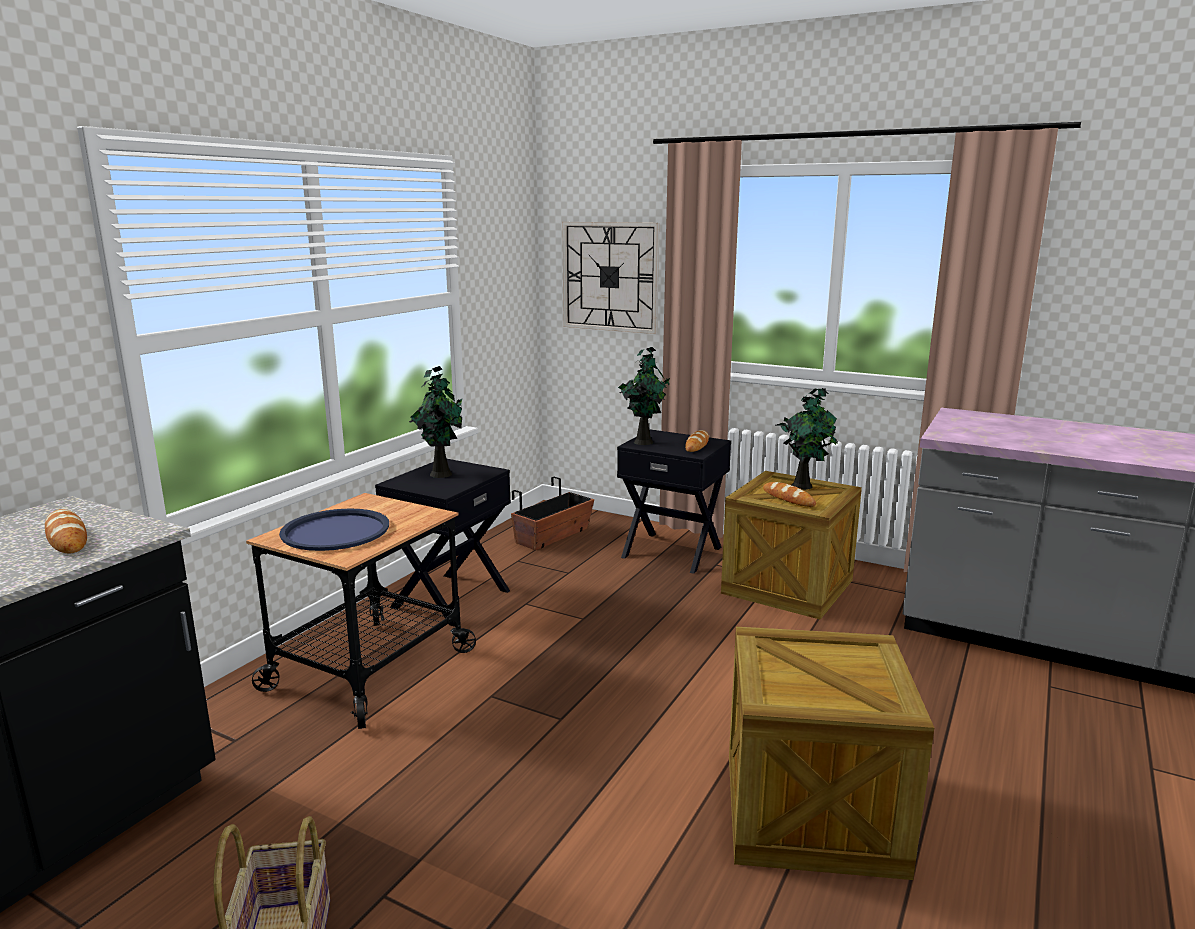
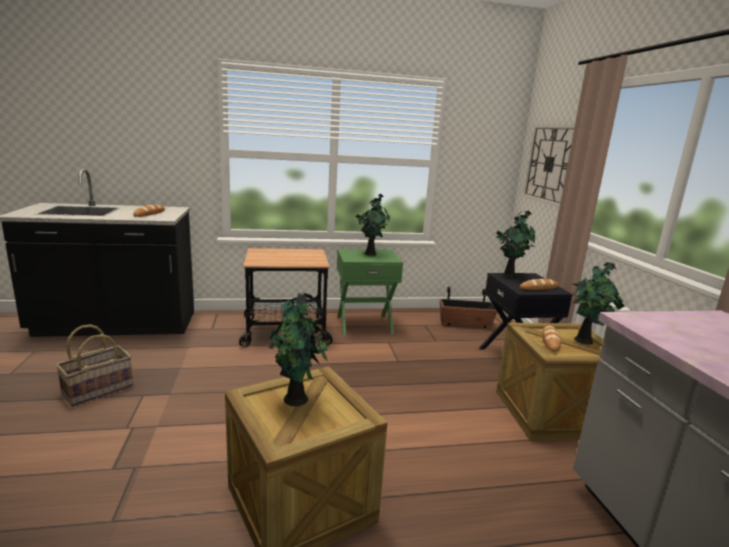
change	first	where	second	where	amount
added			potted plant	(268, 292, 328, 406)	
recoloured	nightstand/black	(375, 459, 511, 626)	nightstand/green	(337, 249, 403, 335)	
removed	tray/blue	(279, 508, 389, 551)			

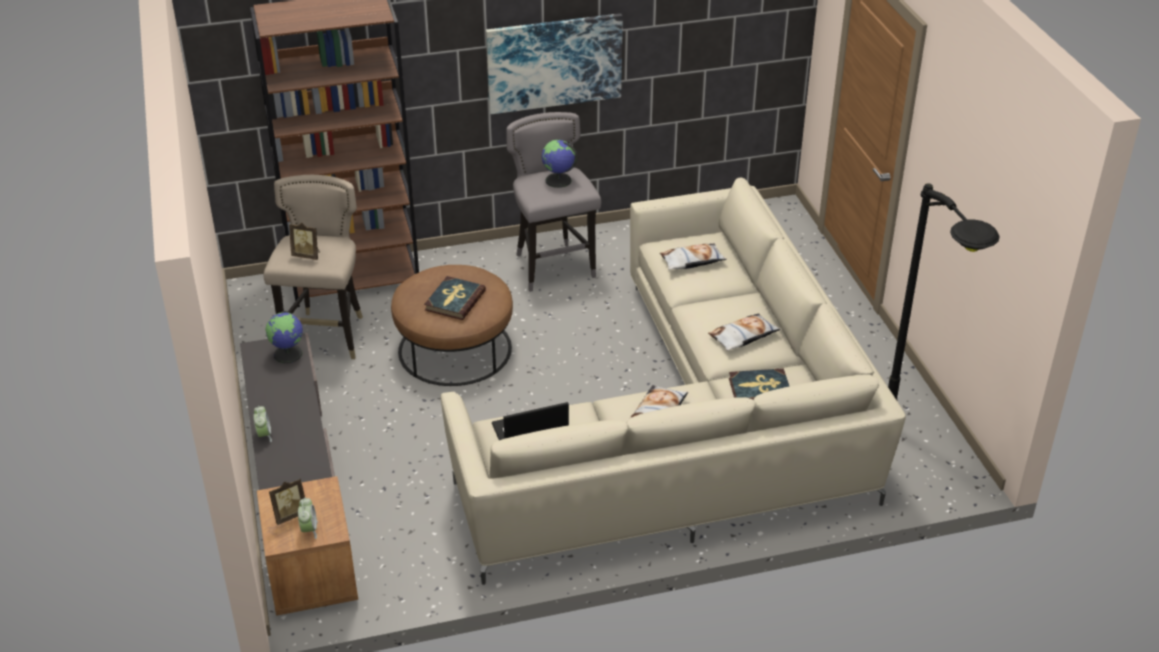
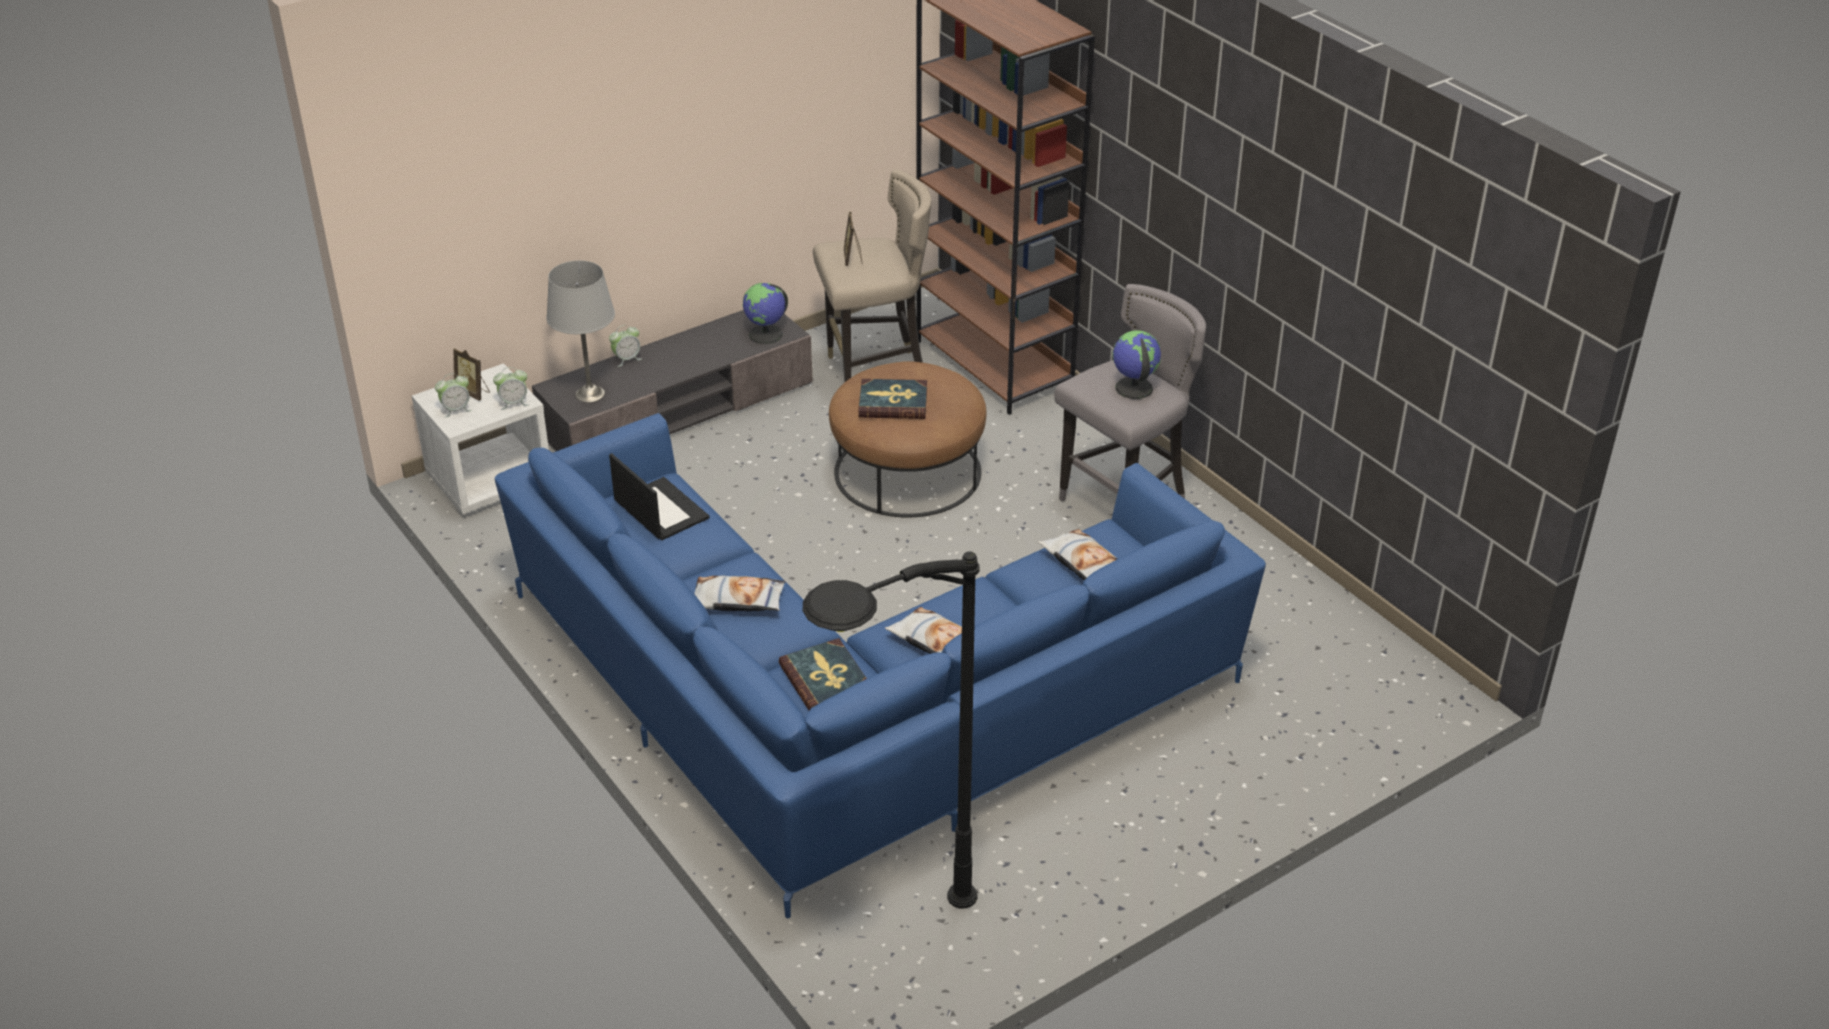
change	first	where	second	where	amount
recoloured	nightstand/brown	(257, 476, 358, 616)	nightstand/white	(412, 363, 549, 515)	
added			alarm clock	(493, 367, 529, 410)	
recoloured	sofa/beige	(441, 177, 906, 585)	sofa/blue	(495, 413, 1266, 918)	
added			table lamp/grey	(546, 260, 615, 403)	
removed	picture	(486, 13, 623, 114)			

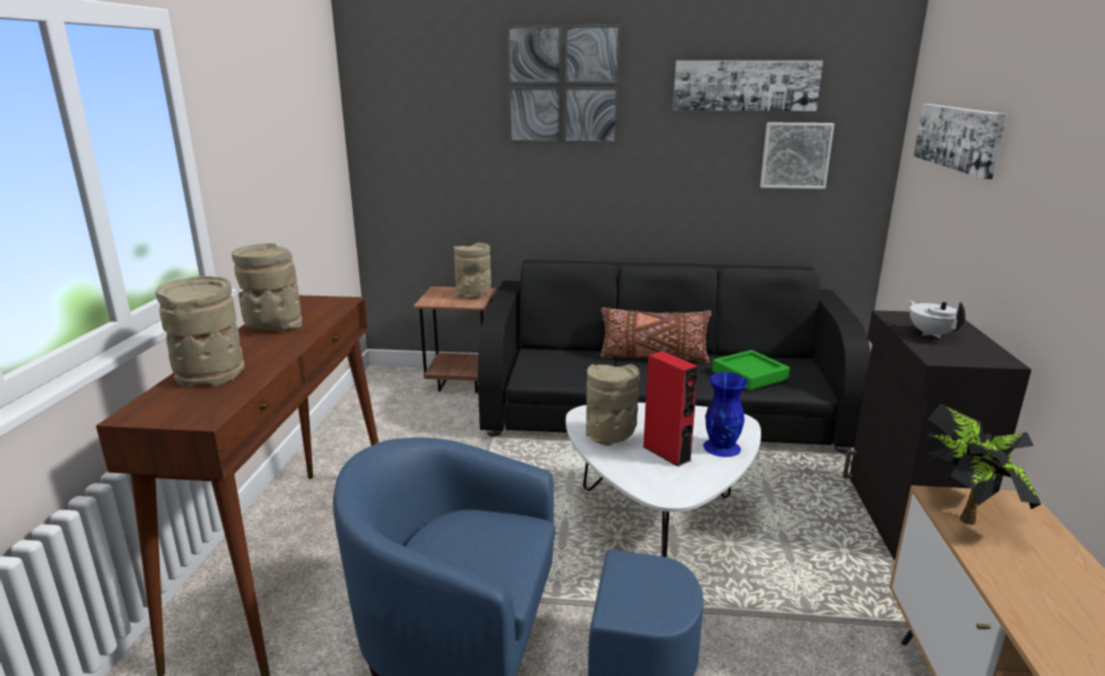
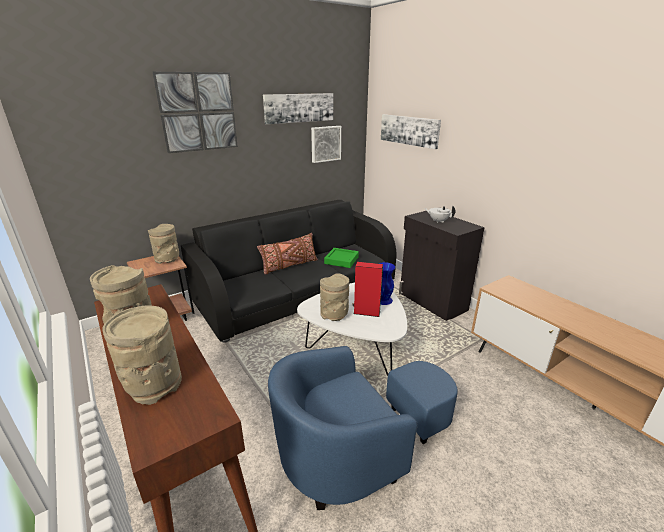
change	first	where	second	where	amount
removed	potted plant	(925, 404, 1041, 525)			

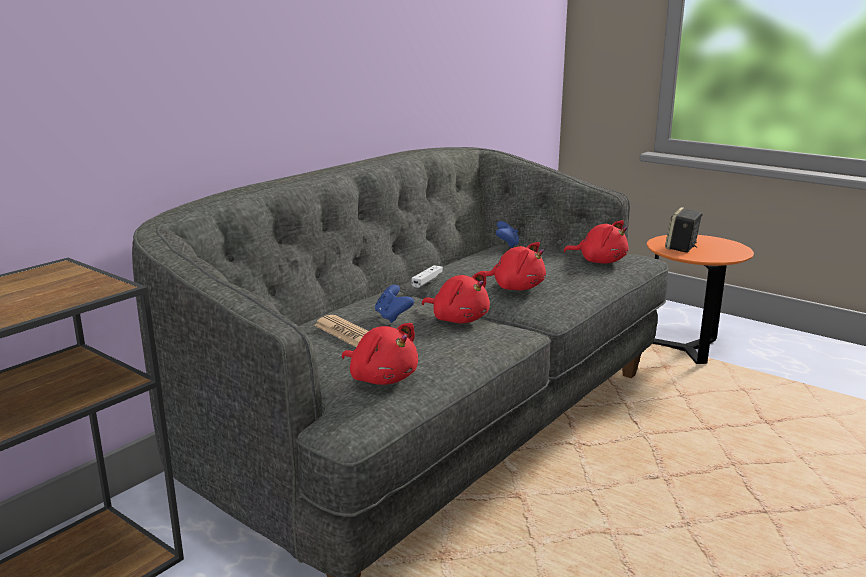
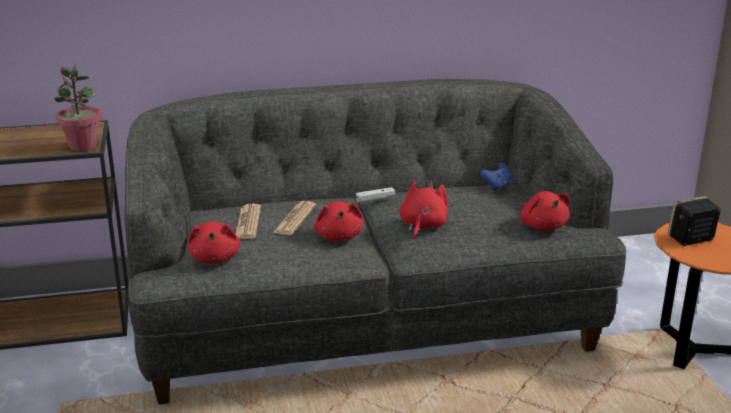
change	first	where	second	where	amount
added			potted plant	(54, 63, 102, 151)	
replaced	game controller/blue	(375, 285, 414, 323)	newspaper	(273, 201, 316, 235)	
turned	plush toy/red	(478, 242, 546, 291)		(399, 181, 448, 239)	135 degrees counterclockwise

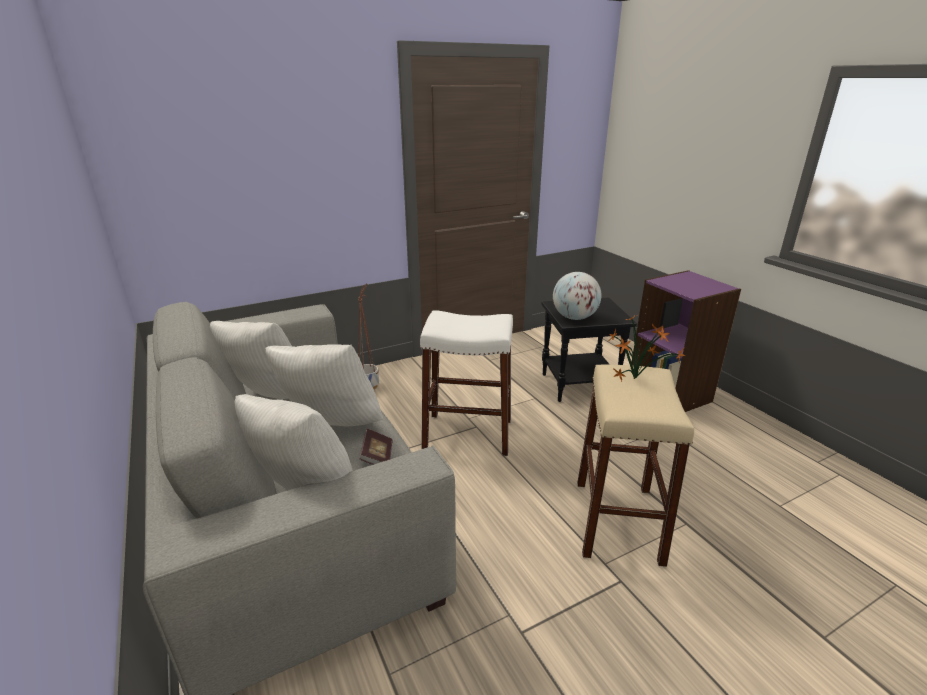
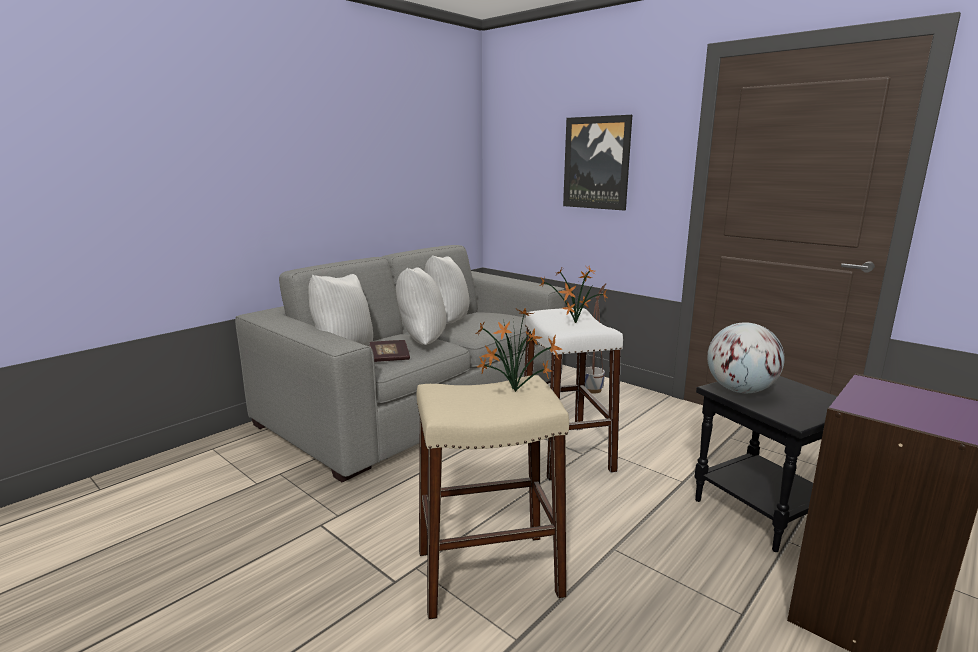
change	first	where	second	where	amount
added			potted plant	(540, 266, 607, 324)	
added			picture	(563, 115, 632, 211)	

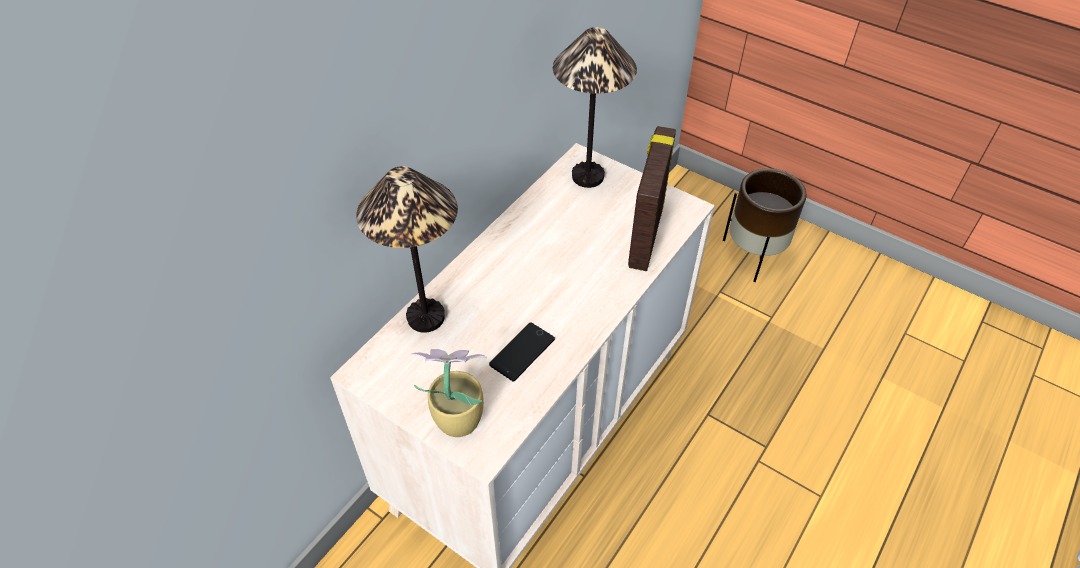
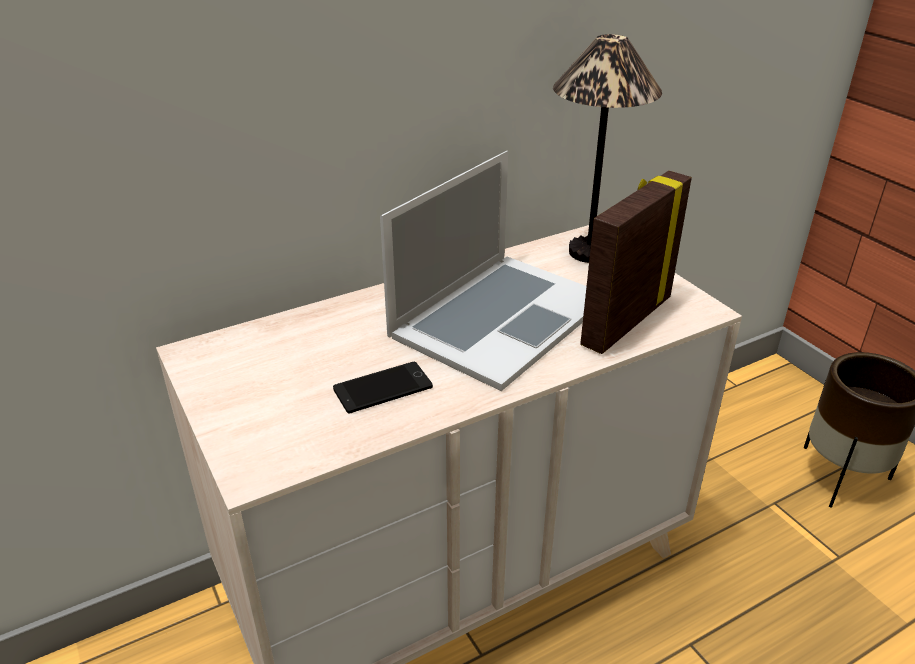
change	first	where	second	where	amount
added			laptop	(380, 151, 587, 391)	
removed	table lamp	(356, 166, 458, 333)			
removed	potted plant	(410, 349, 486, 437)			

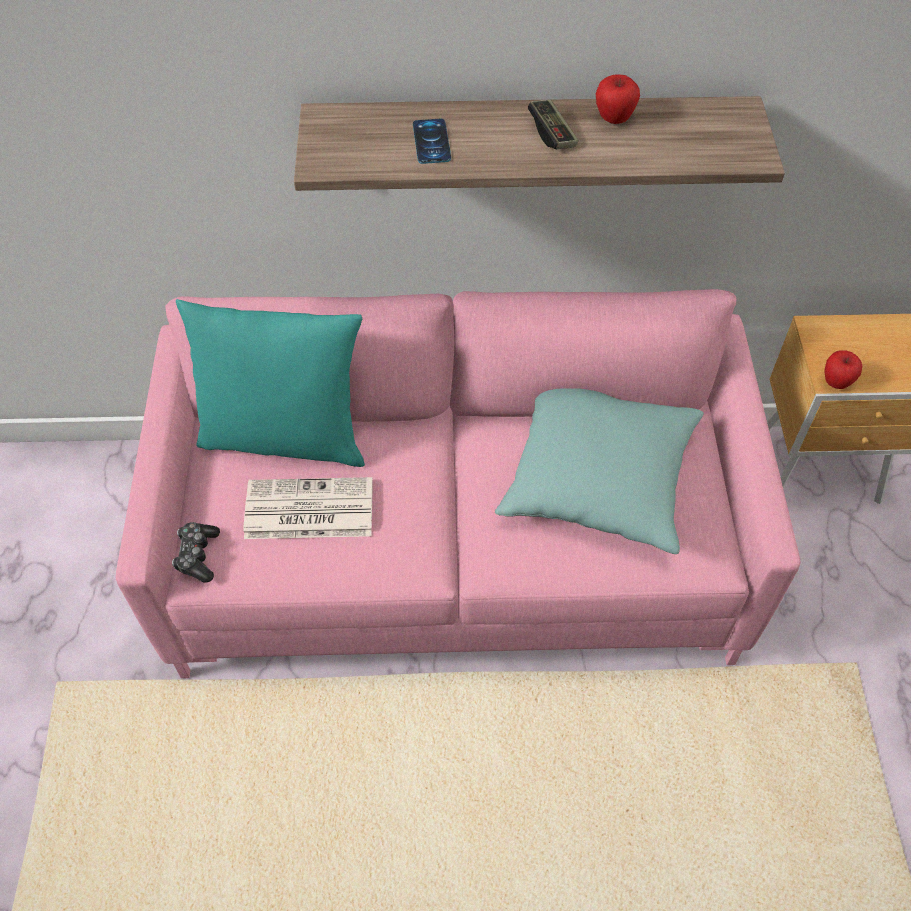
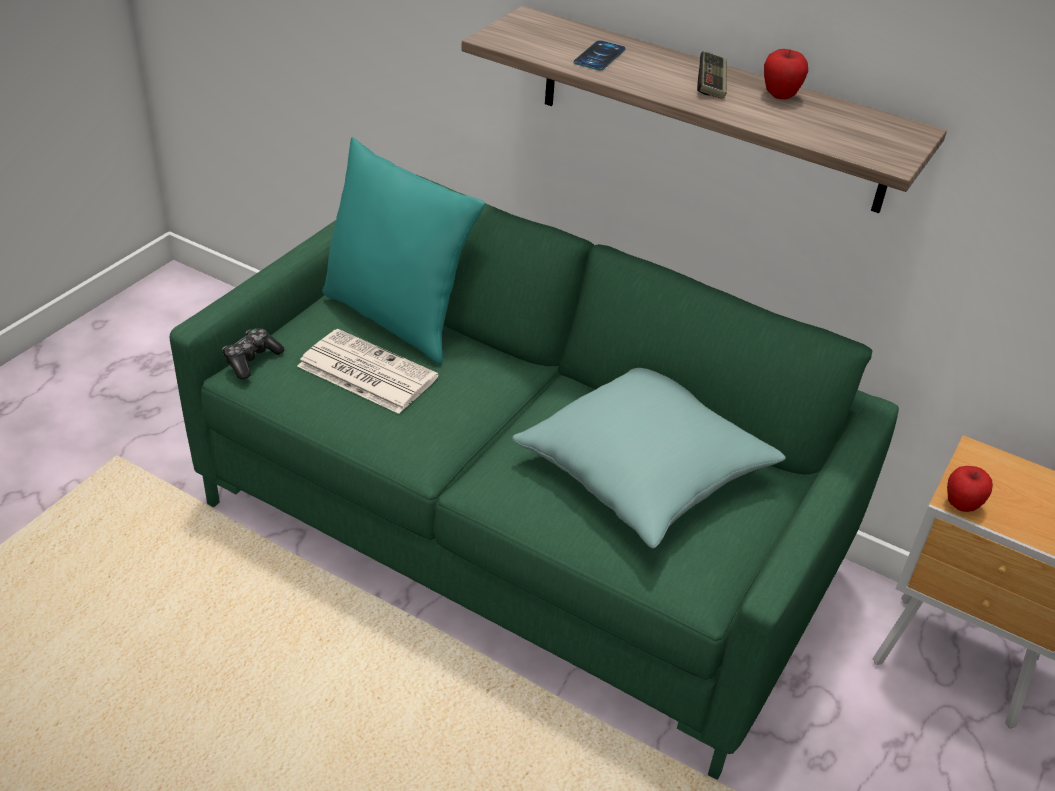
change	first	where	second	where	amount
recoloured	sofa/pink	(116, 289, 800, 678)	sofa/green	(170, 175, 899, 780)	

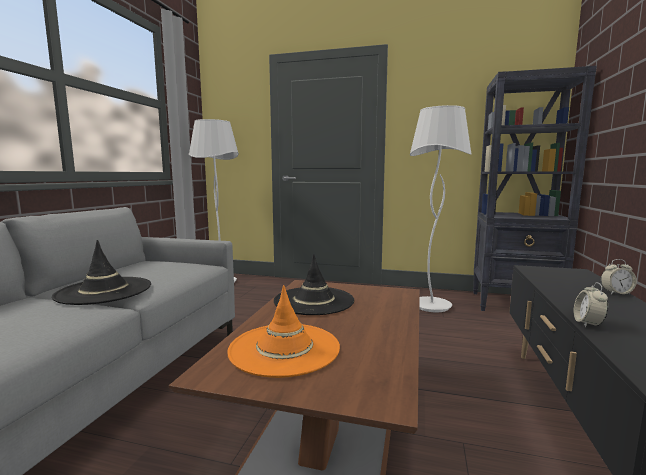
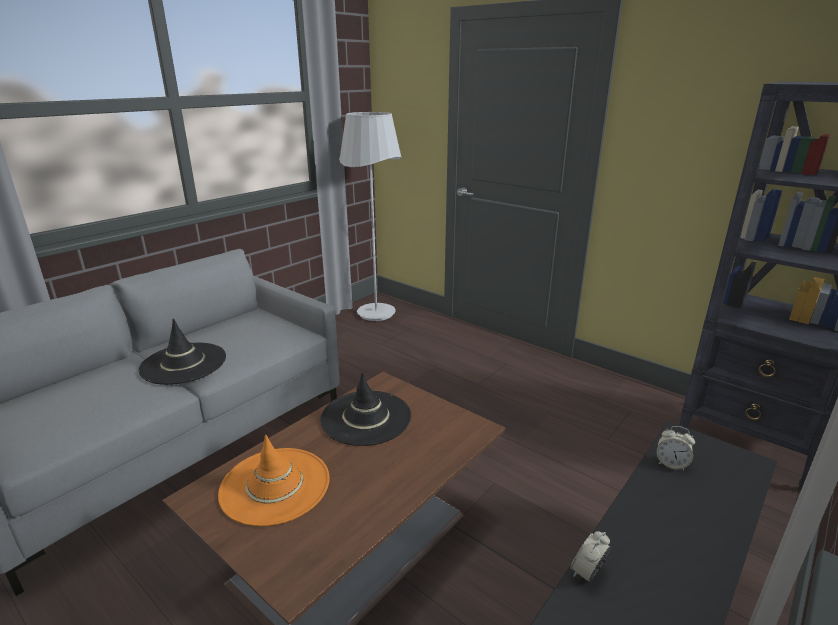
change	first	where	second	where	amount
moved	alarm clock	(601, 259, 637, 294)		(657, 426, 695, 471)	
removed	floor lamp/white	(410, 105, 472, 312)			

